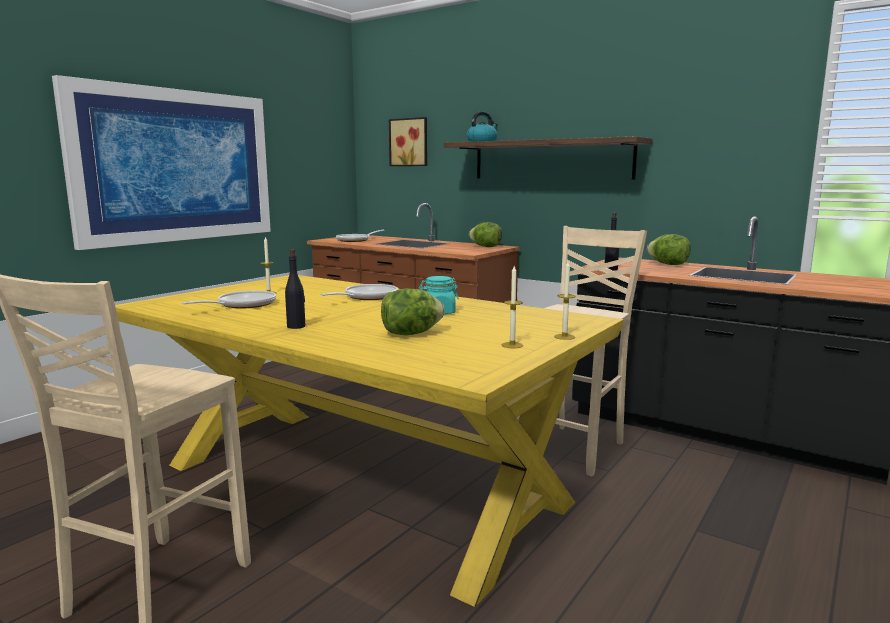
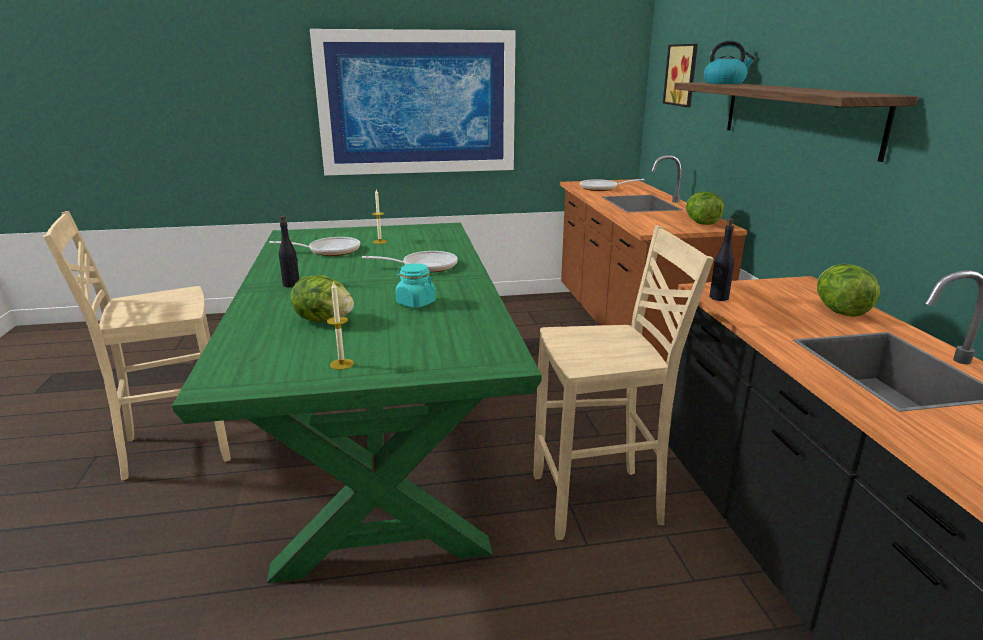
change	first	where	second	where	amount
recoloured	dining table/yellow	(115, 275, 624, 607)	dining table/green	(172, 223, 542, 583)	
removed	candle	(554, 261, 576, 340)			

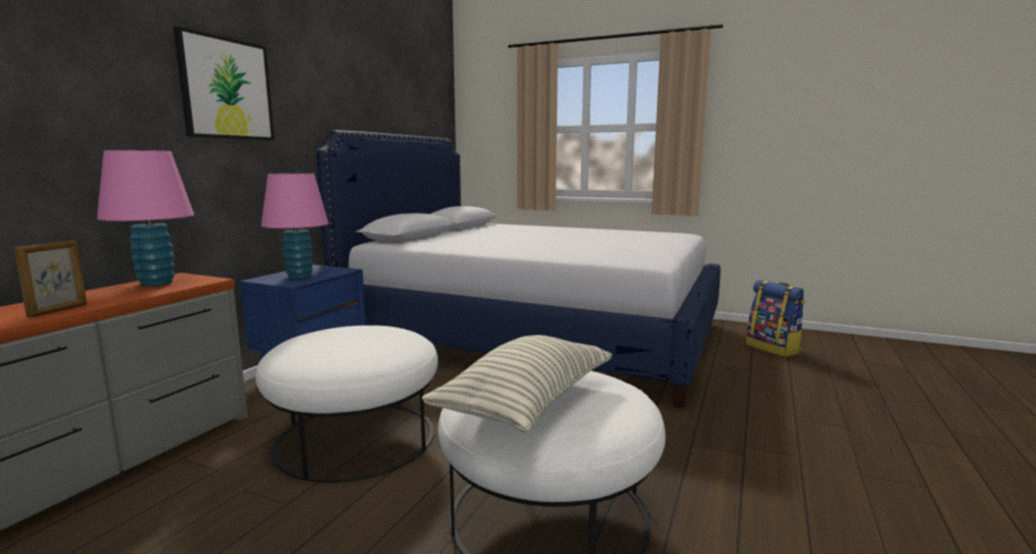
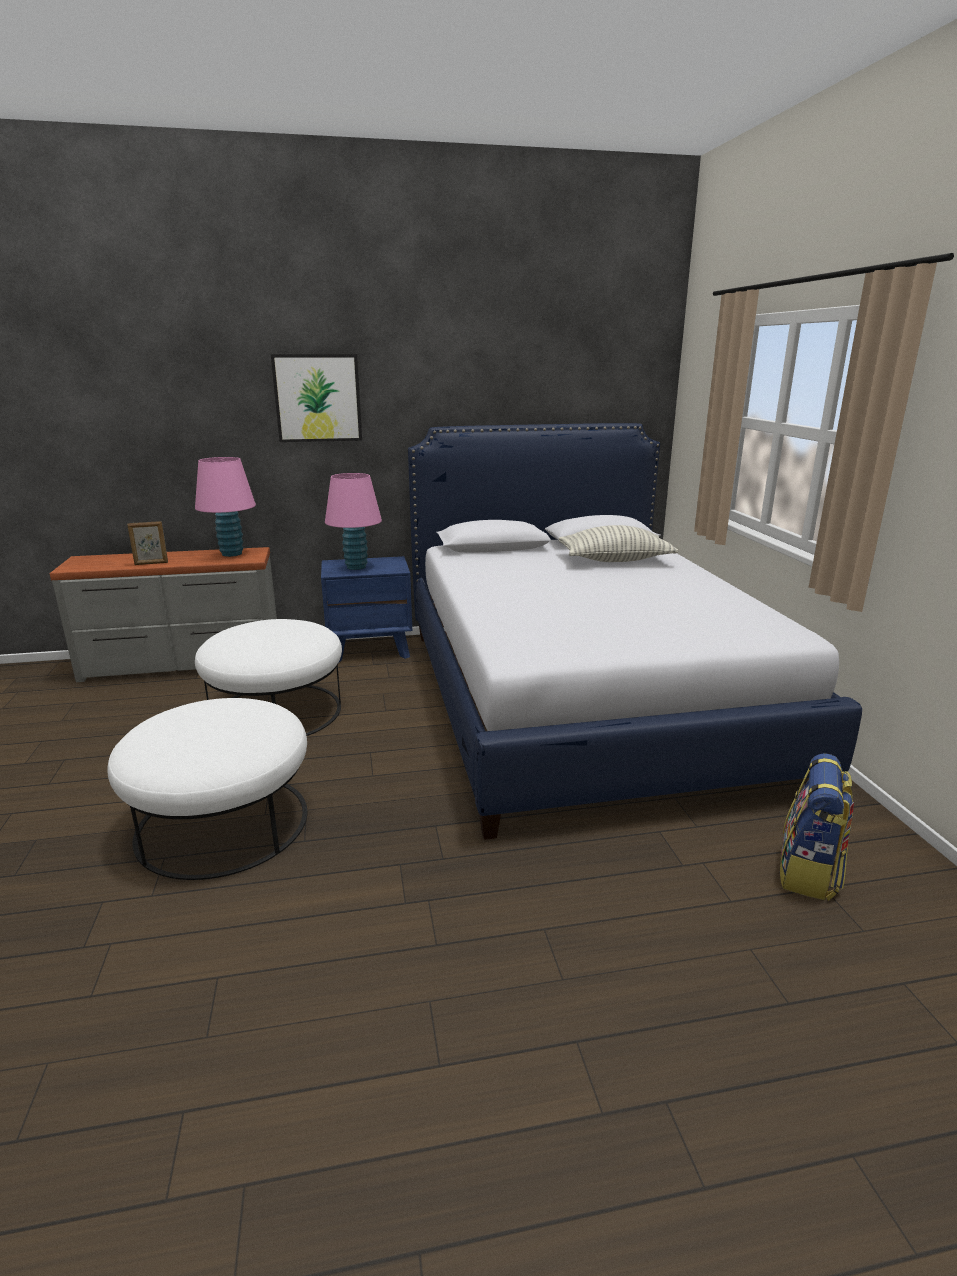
change	first	where	second	where	amount
moved	pillow	(422, 335, 612, 433)		(559, 525, 678, 562)	

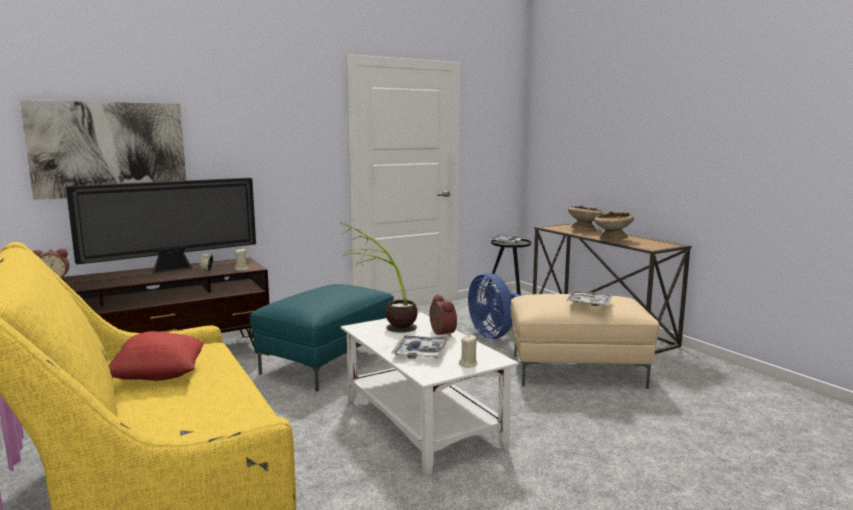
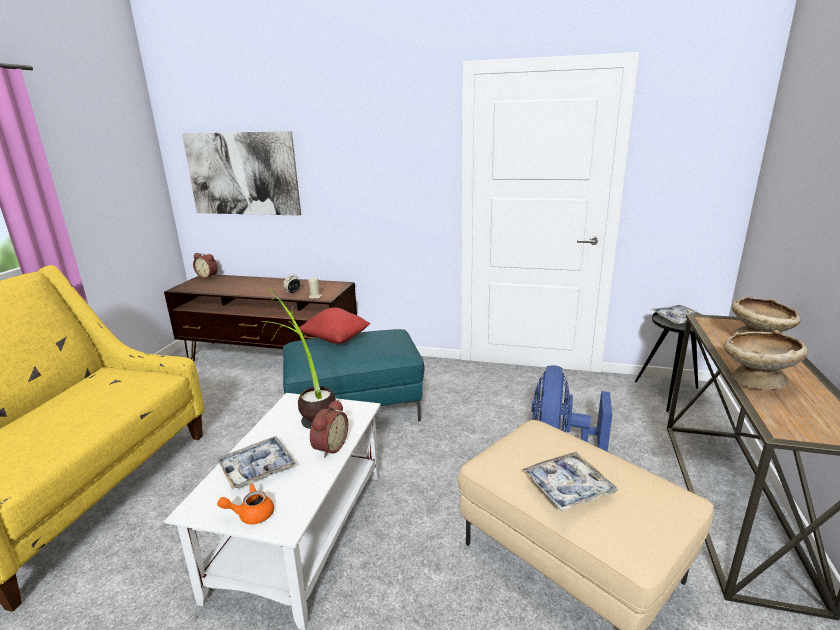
change	first	where	second	where	amount
replaced	candle/beige	(459, 335, 477, 368)	teapot/orange	(217, 484, 274, 524)	
moved	pillow/red	(109, 331, 204, 381)		(299, 307, 370, 344)	
removed	television	(66, 178, 256, 273)			

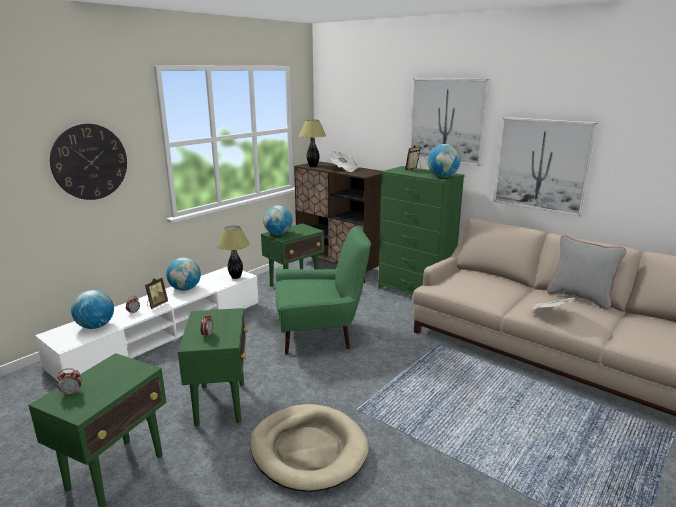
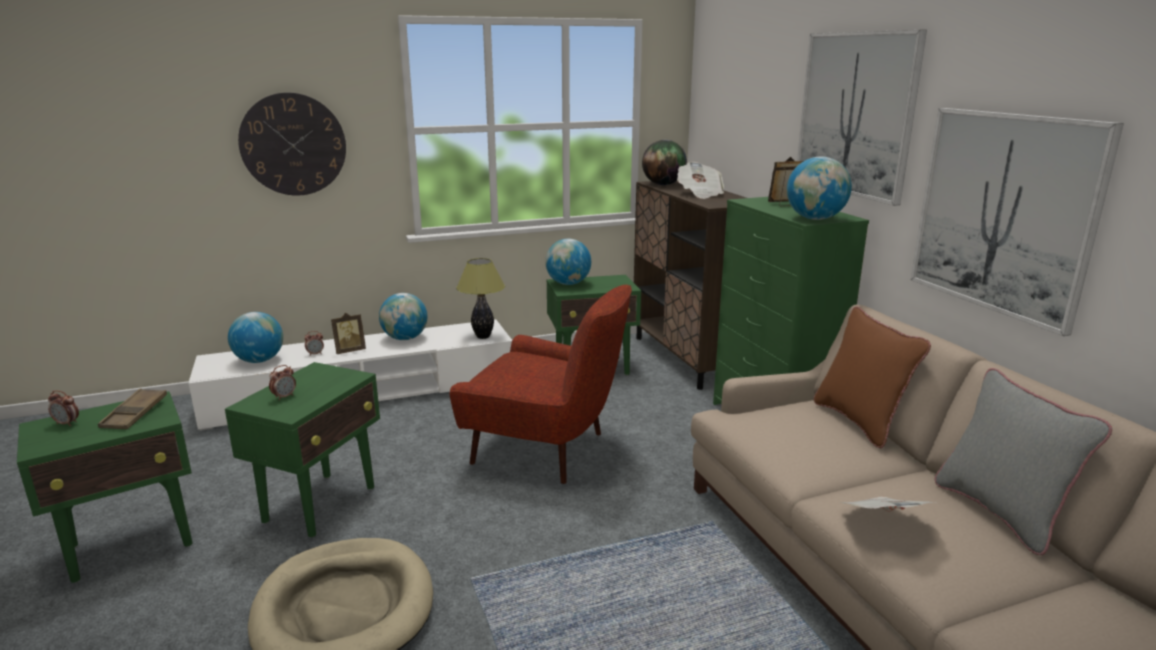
change	first	where	second	where	amount
added			tray/brown	(98, 389, 167, 430)	
recoloured	armchair/green	(275, 226, 371, 354)	armchair/red	(450, 285, 632, 484)	
replaced	table lamp	(299, 120, 326, 167)	globe	(642, 140, 687, 185)	
added			pillow/brown	(814, 307, 931, 448)	

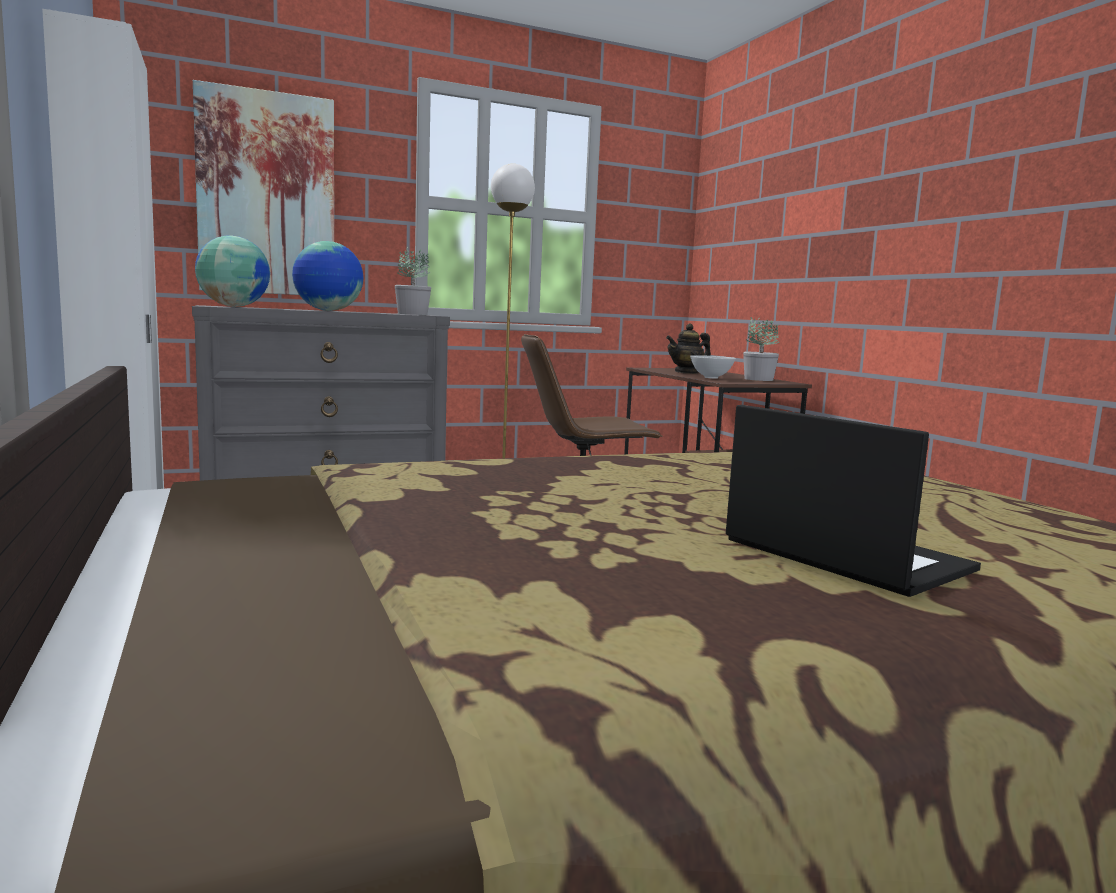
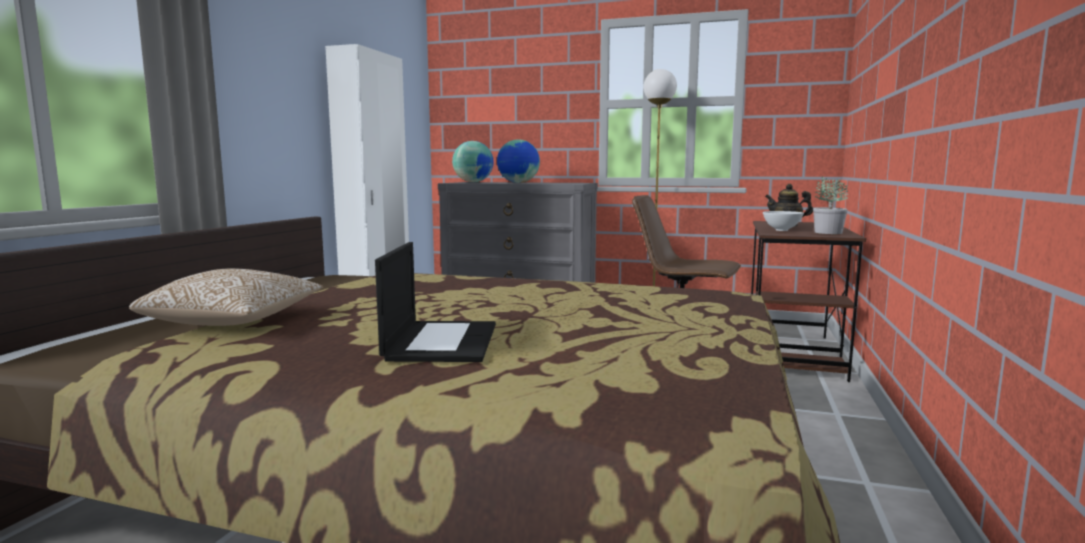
change	first	where	second	where	amount
added			pillow	(129, 268, 323, 326)	
removed	picture	(193, 80, 334, 295)			
removed	potted plant	(395, 246, 431, 315)			

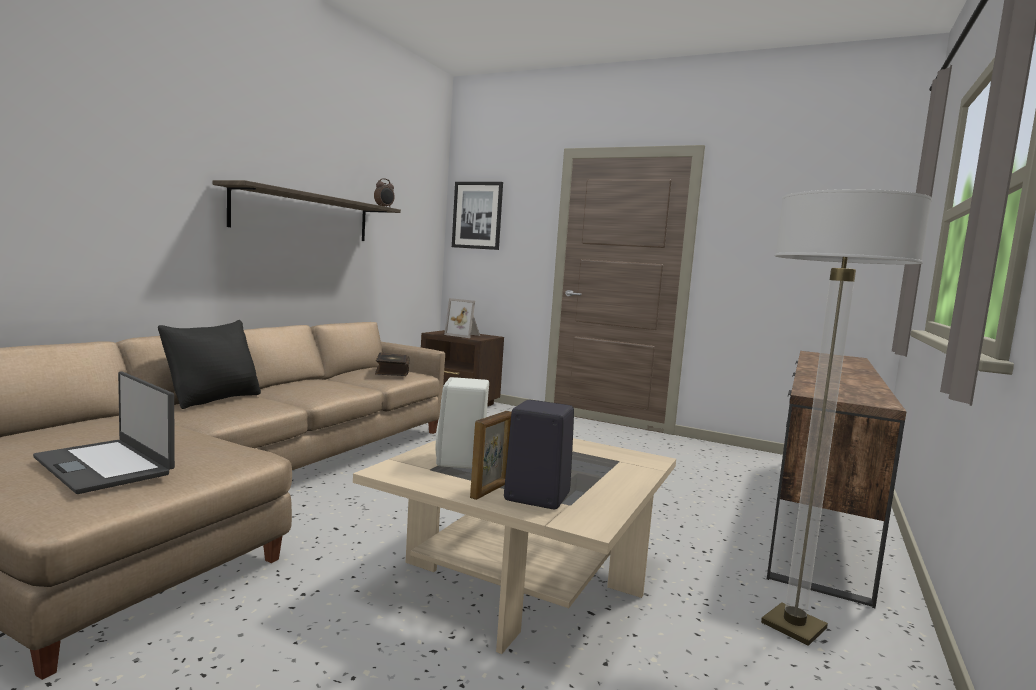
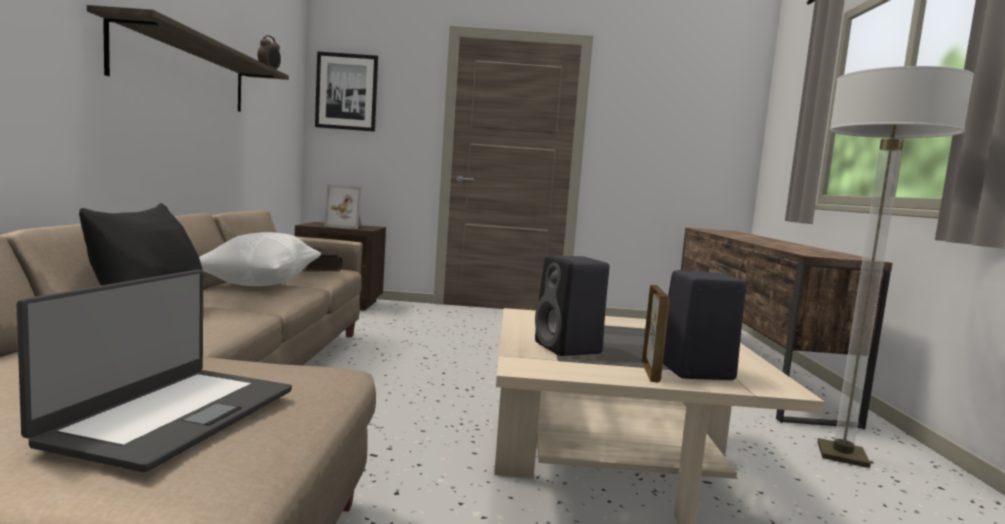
change	first	where	second	where	amount
turned	laptop	(33, 371, 175, 494)		(16, 270, 292, 472)	90 degrees counterclockwise
added			pillow/white	(199, 232, 321, 286)	
recoloured	speaker/white	(436, 377, 489, 469)	speaker/black	(535, 256, 609, 356)	

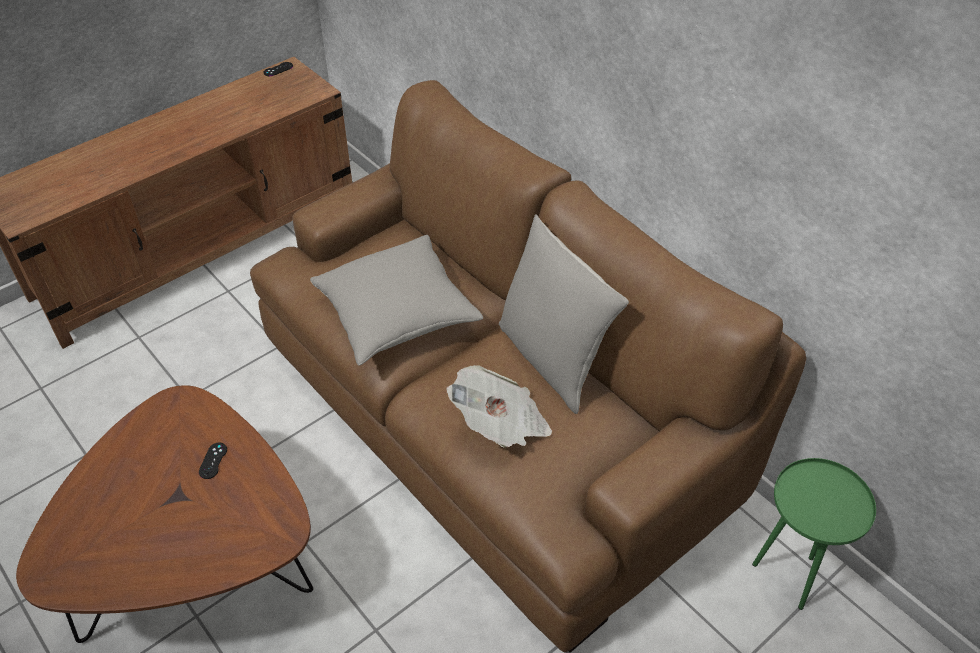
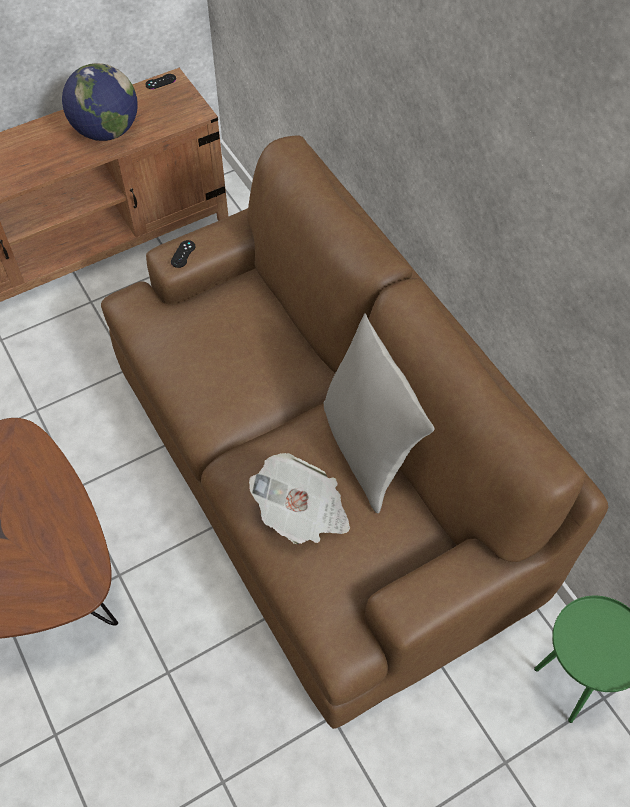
change	first	where	second	where	amount
added			globe	(62, 63, 138, 141)	
moved	game controller/black	(199, 443, 227, 479)		(171, 240, 195, 268)	
removed	pillow/grey	(310, 235, 483, 365)			

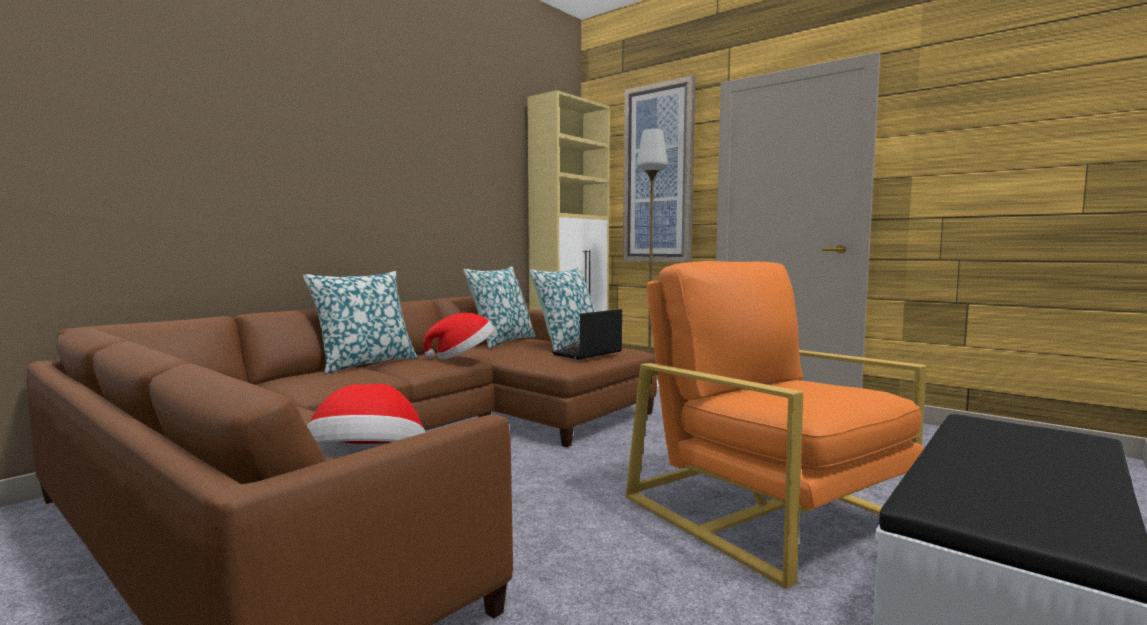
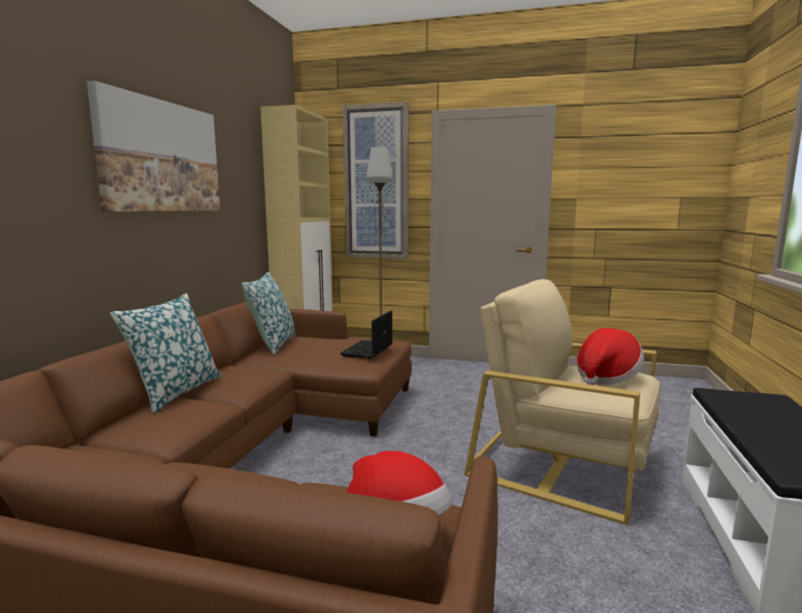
change	first	where	second	where	amount
added			picture	(87, 81, 220, 212)	
recoloured	armchair/orange	(625, 261, 927, 589)	armchair/beige	(464, 279, 660, 525)	
moved	hat	(424, 313, 495, 360)		(576, 328, 644, 385)	
removed	pillow	(529, 267, 595, 351)			

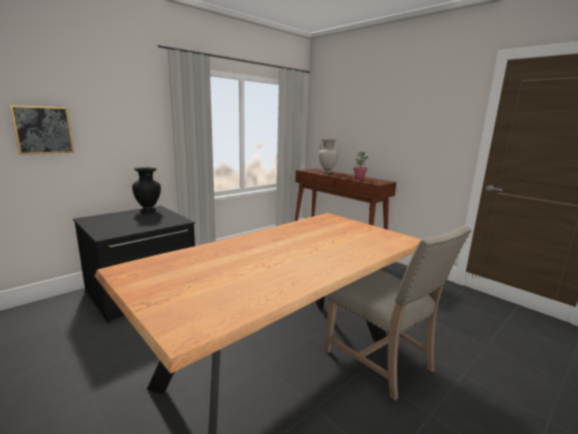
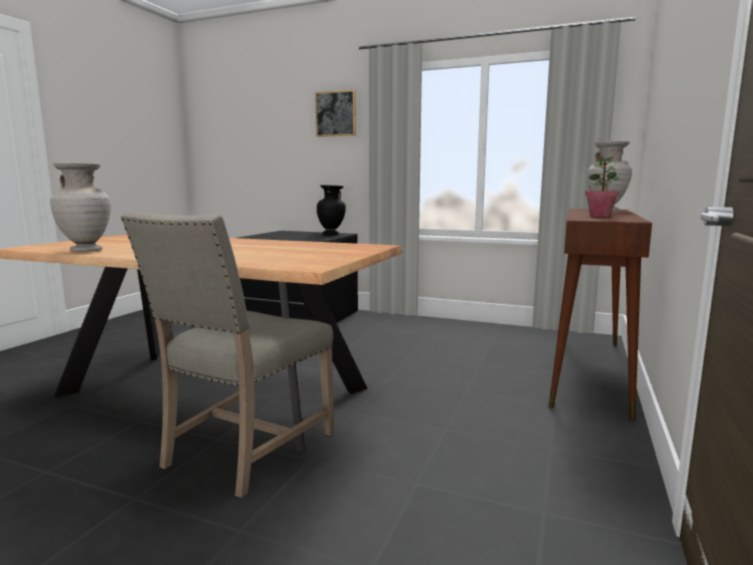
change	first	where	second	where	amount
added			vase/beige	(50, 163, 111, 252)	
moved	picture	(10, 105, 74, 155)		(315, 90, 356, 137)	

